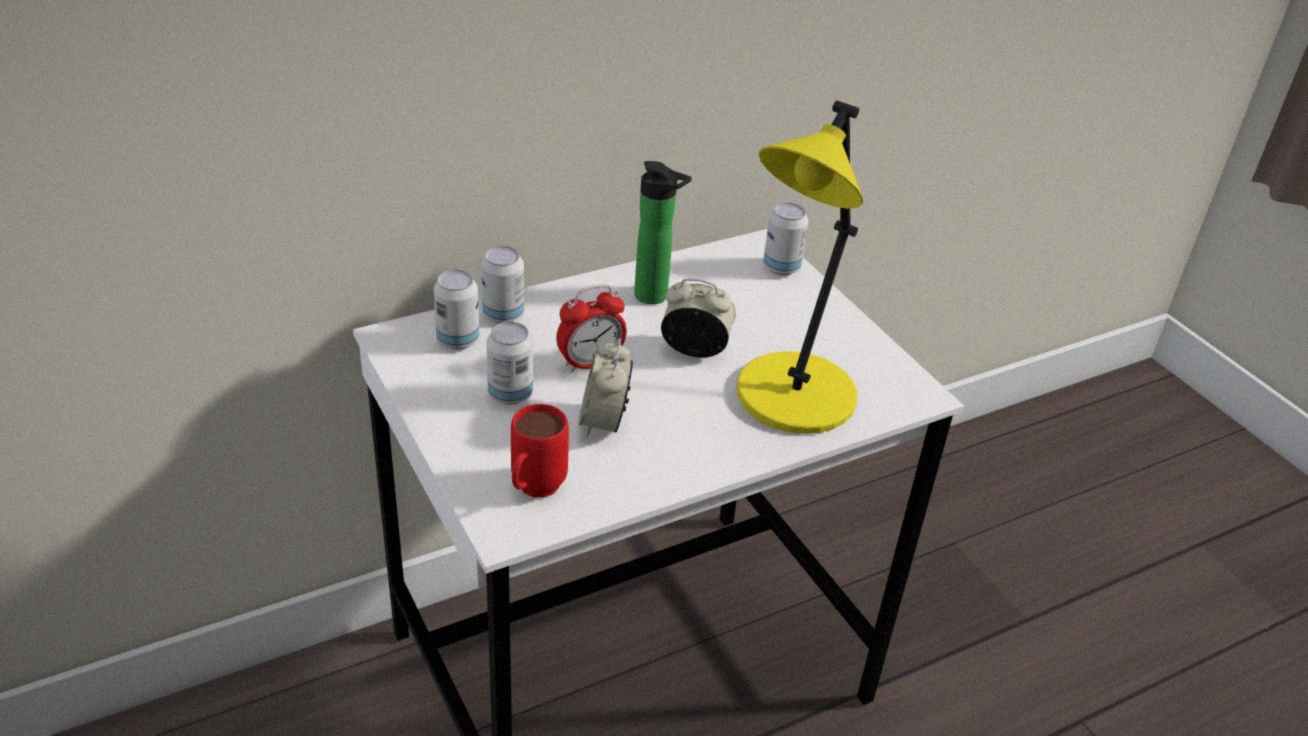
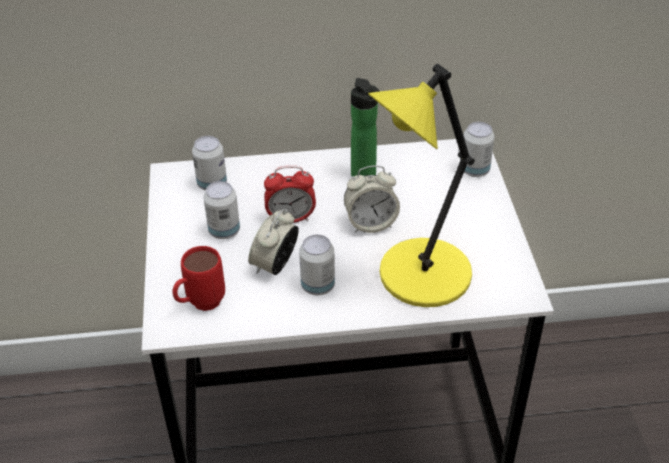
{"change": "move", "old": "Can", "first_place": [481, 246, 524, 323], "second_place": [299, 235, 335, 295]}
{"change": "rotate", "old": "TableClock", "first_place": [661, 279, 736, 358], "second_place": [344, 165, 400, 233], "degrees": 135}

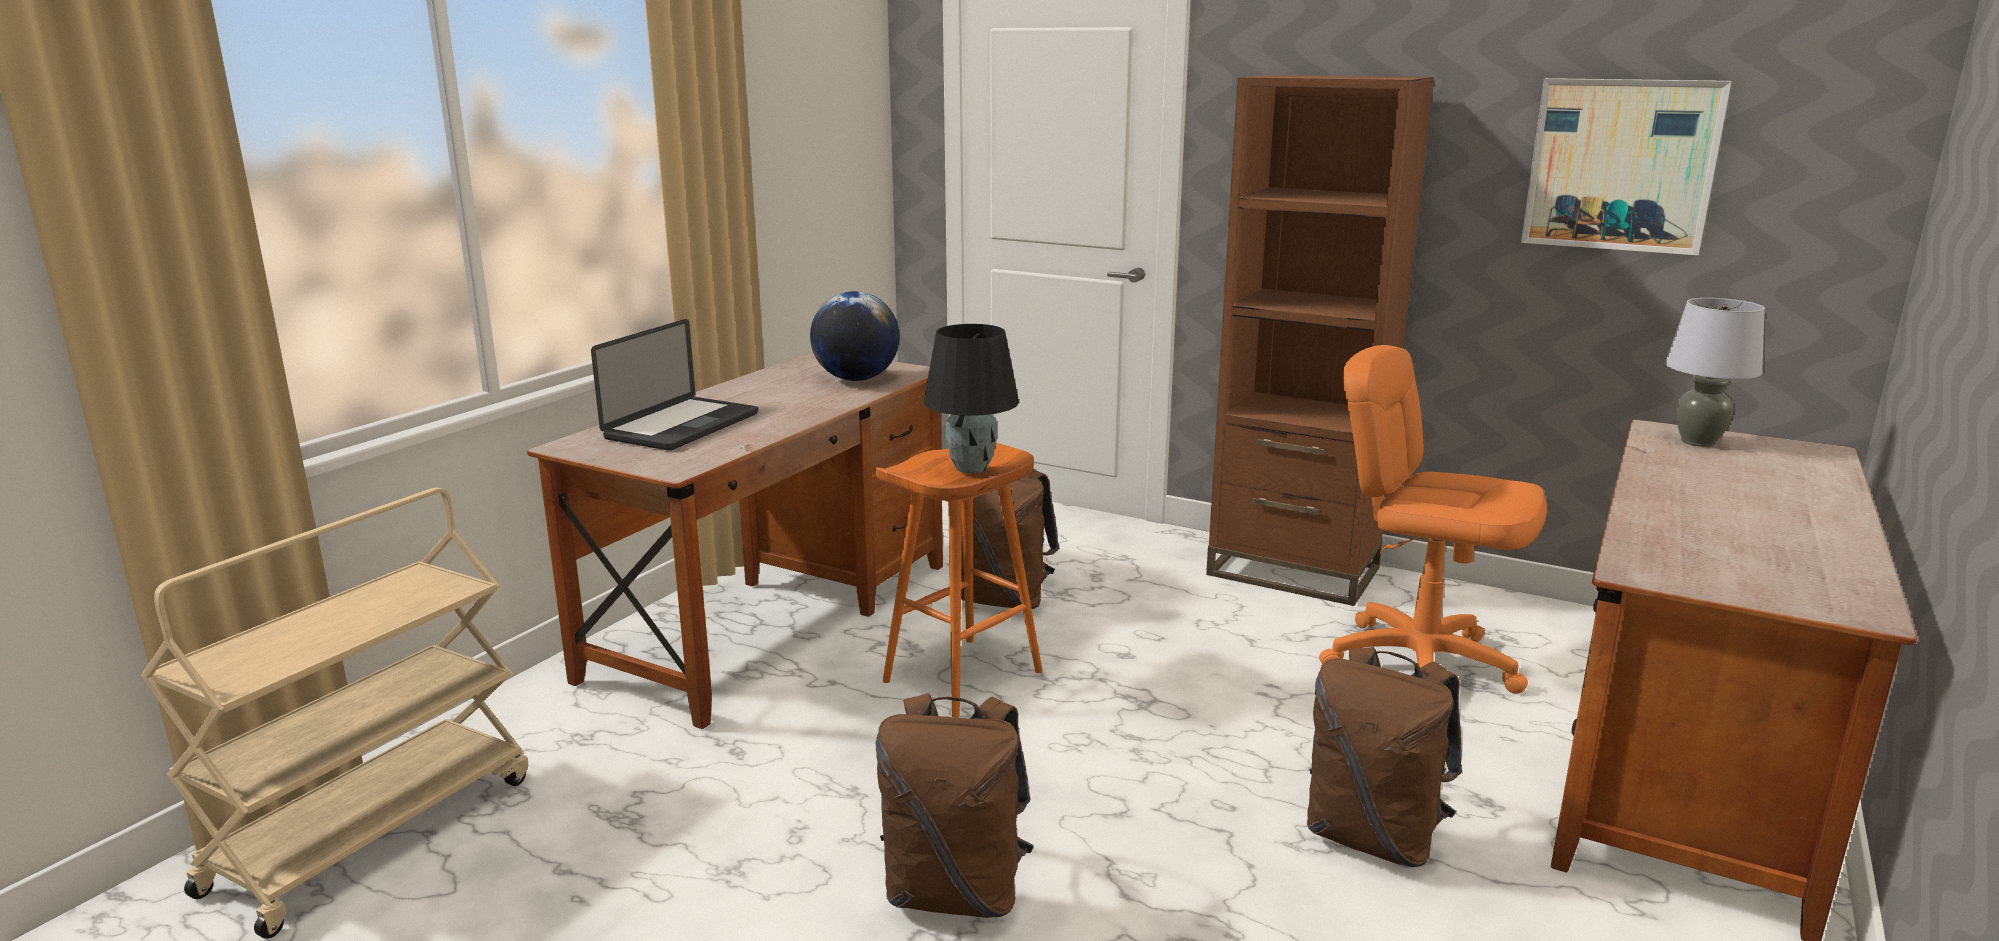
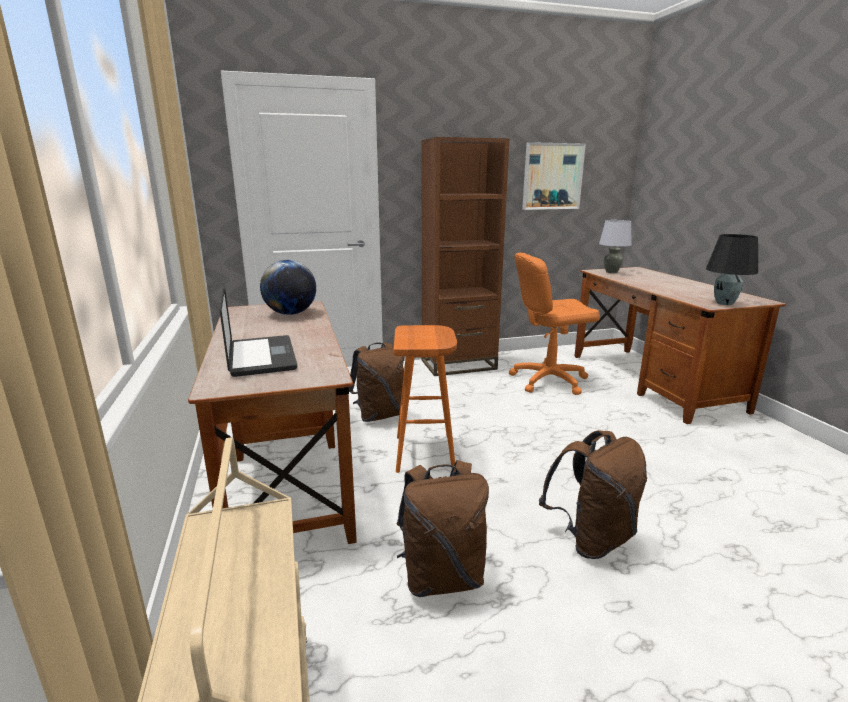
{"change": "move", "old": "BlackColouredTabletopLamp", "first_place": [924, 324, 1019, 474], "second_place": [706, 234, 758, 305]}
{"change": "move", "old": "BrownishRucksack", "first_place": [1307, 647, 1462, 867], "second_place": [397, 460, 489, 597]}

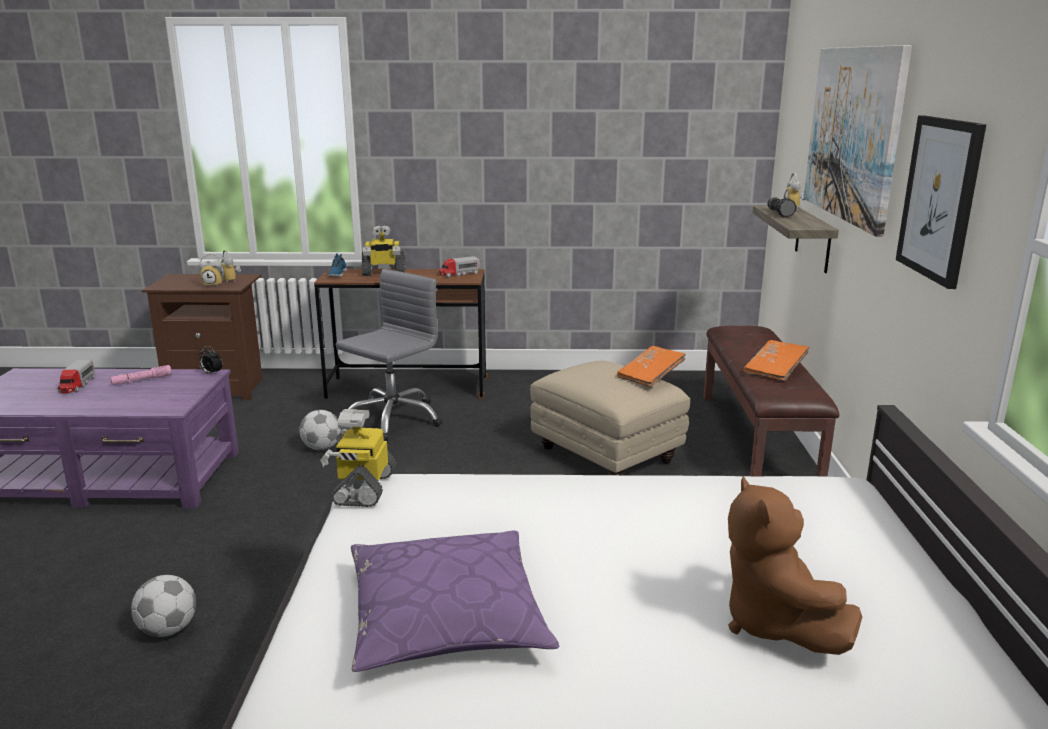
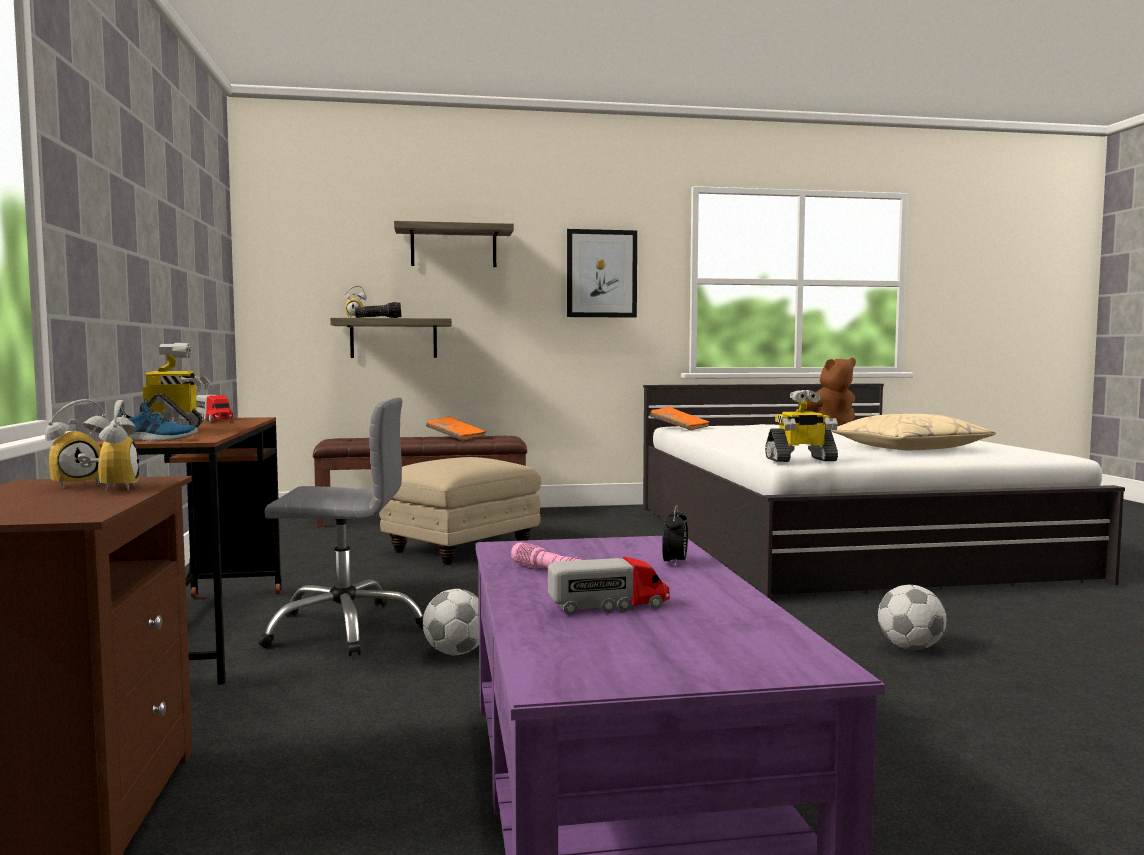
{"change": "replace", "old": "Picture", "new": "WallShelf", "first_place": [804, 45, 912, 236], "second_place": [394, 221, 514, 267]}
{"change": "rotate", "old": "GreyishComputerChair", "first_place": [336, 269, 442, 441], "second_place": [257, 398, 423, 656], "degrees": 150}
{"change": "move", "old": "TableClock", "first_place": [199, 346, 222, 374], "second_place": [662, 505, 688, 567]}
{"change": "move", "old": "OrangeyBook", "first_place": [617, 346, 686, 387], "second_place": [650, 407, 710, 431]}
{"change": "recolor", "old": "PurpleColouredCushion", "new": "BeigeColouredCushion", "first_place": [351, 531, 559, 672], "second_place": [831, 414, 996, 450]}

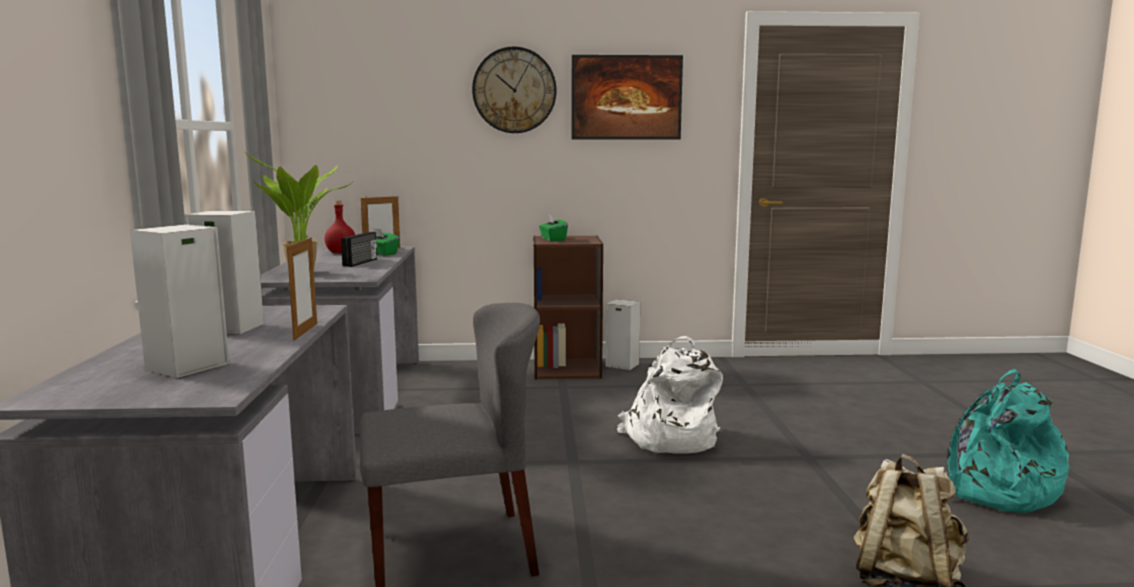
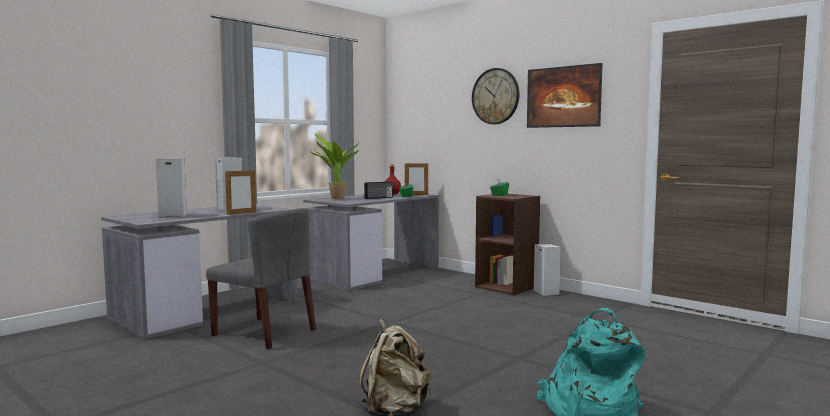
{"change": "delete", "old": "WhiteRucksack", "first_place": [617, 336, 723, 454]}

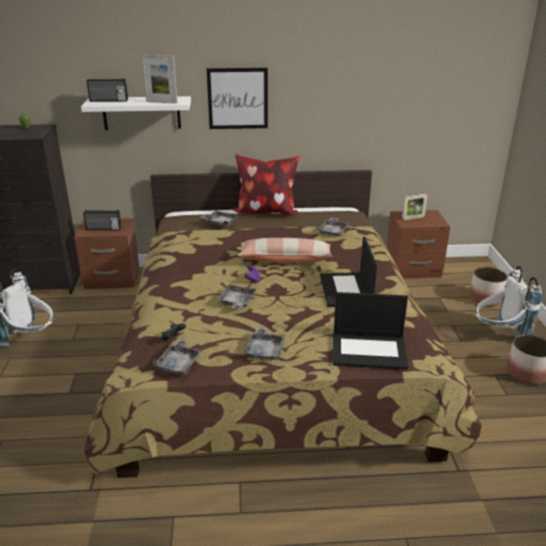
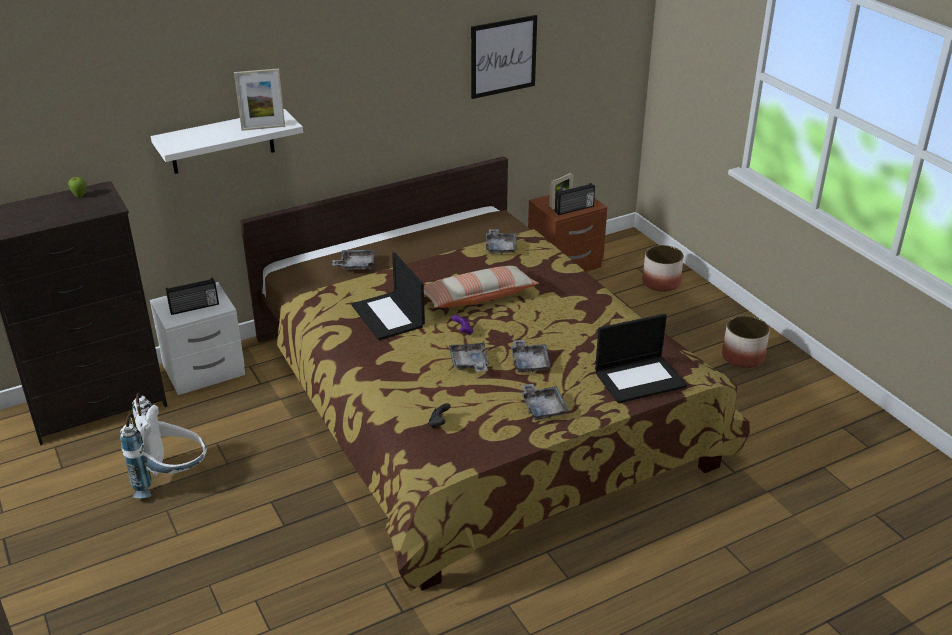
{"change": "move", "old": "Picture", "first_place": [207, 68, 268, 129], "second_place": [471, 15, 537, 99]}
{"change": "move", "old": "Radio", "first_place": [87, 79, 128, 102], "second_place": [555, 183, 595, 215]}
{"change": "delete", "old": "Cushion", "first_place": [233, 154, 300, 214]}
{"change": "recolor", "old": "BrownishNightstand", "new": "WhiteNightstand", "first_place": [74, 218, 140, 289], "second_place": [150, 282, 245, 395]}
{"change": "move", "old": "Laptop", "first_place": [320, 237, 377, 307], "second_place": [352, 252, 425, 340]}
{"change": "delete", "old": "WhiteRucksack", "first_place": [475, 266, 542, 337]}
{"change": "move", "old": "GreyishCarryingTray", "first_place": [153, 339, 203, 375], "second_place": [511, 340, 551, 373]}

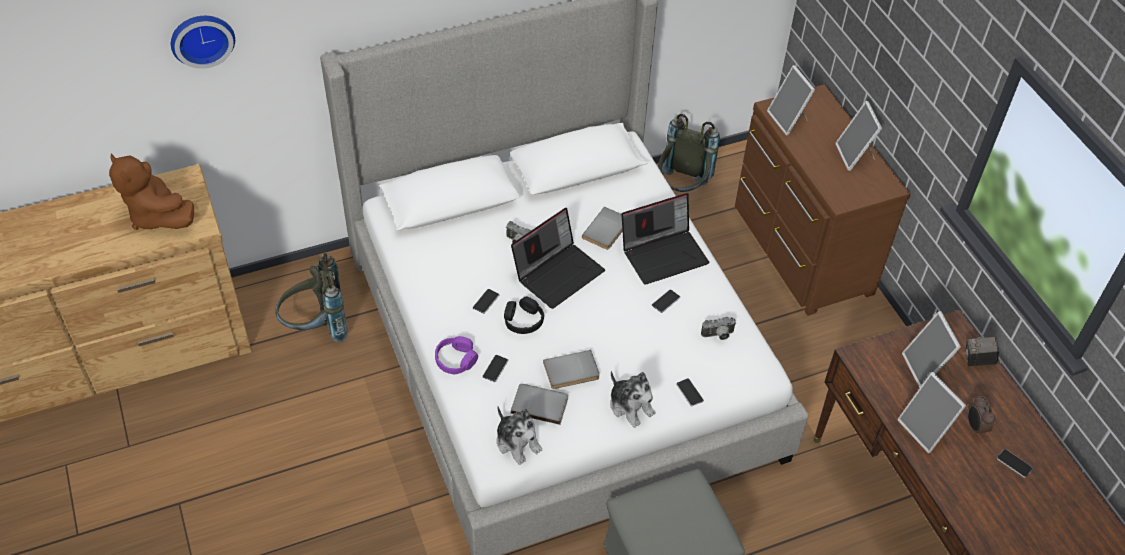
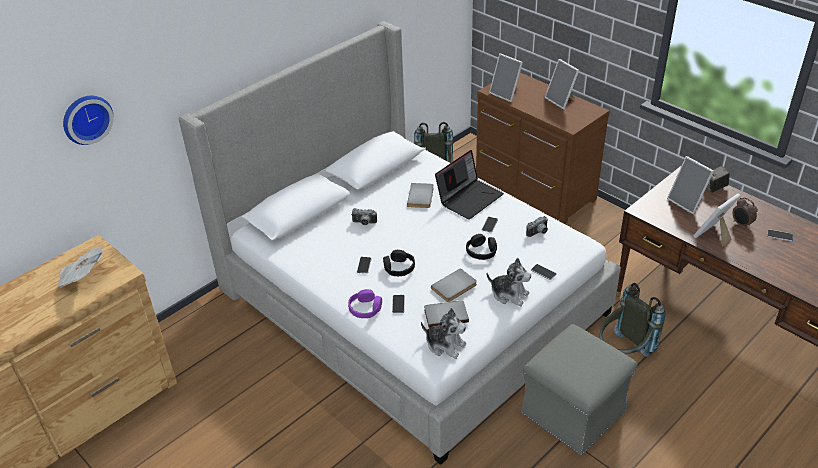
{"change": "replace", "old": "BrownishCuddlyToy", "new": "DailyPaper", "first_place": [109, 154, 194, 230], "second_place": [56, 246, 103, 288]}
{"change": "delete", "old": "Laptop", "first_place": [511, 208, 605, 309]}
{"change": "move", "old": "GreyishRucksack", "first_place": [275, 253, 348, 342], "second_place": [599, 283, 666, 357]}
{"change": "rotate", "old": "StandingFrame", "first_place": [897, 372, 966, 453], "second_place": [693, 194, 740, 246], "degrees": 105}
{"change": "insert", "new": "BlackColouredHeadset", "second_place": [466, 234, 497, 260]}

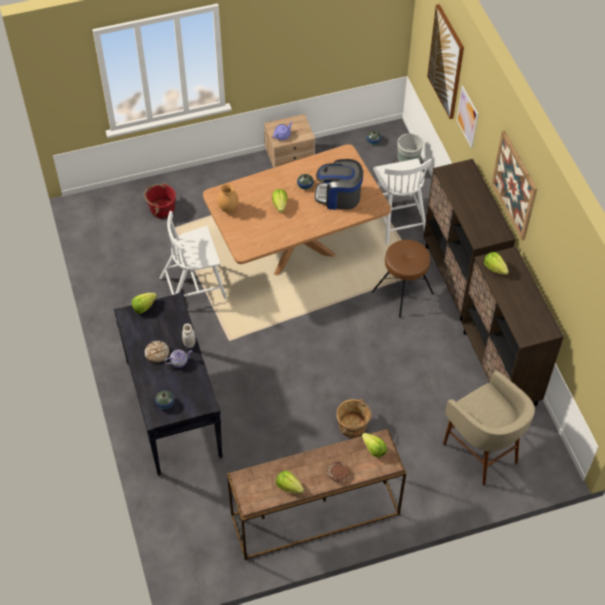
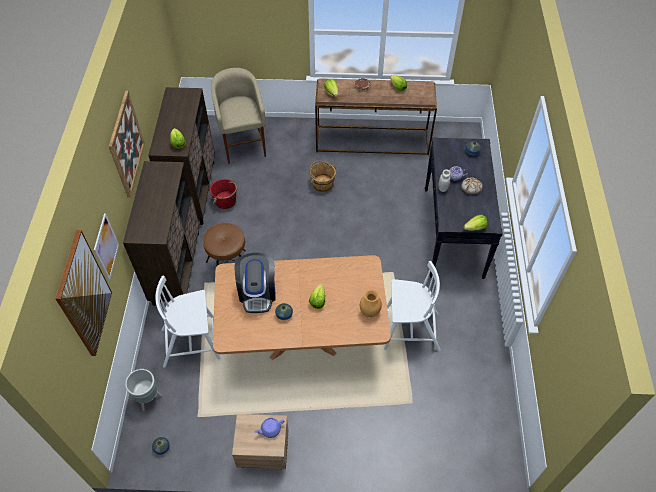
{"change": "rotate", "old": "WhiteUprightChair", "first_place": [373, 158, 432, 244], "second_place": [155, 276, 220, 368], "degrees": -105}
{"change": "rotate", "old": "CoffeeBrewer", "first_place": [315, 159, 363, 210], "second_place": [235, 253, 276, 313], "degrees": 60}
{"change": "move", "old": "ReddishPail", "first_place": [144, 183, 176, 219], "second_place": [210, 179, 237, 209]}

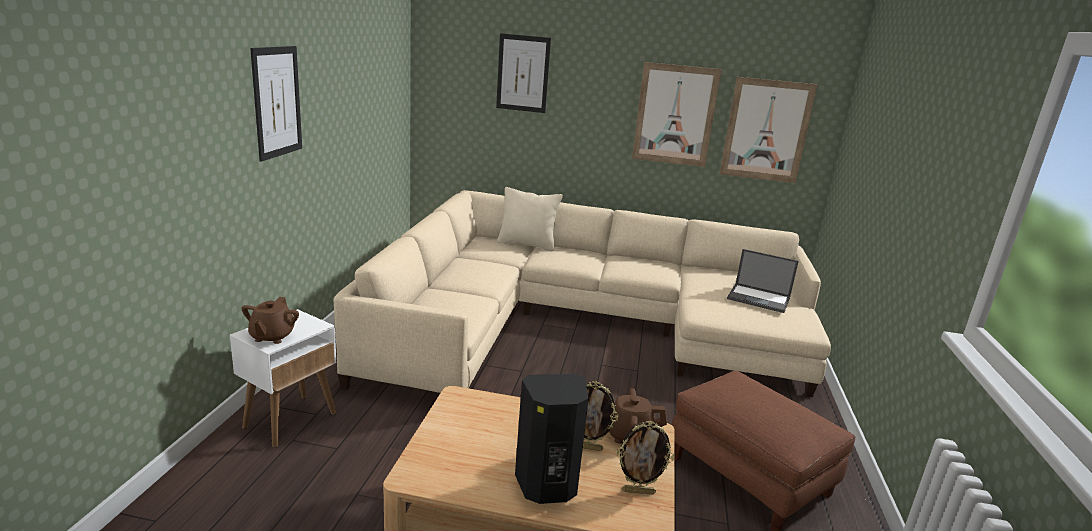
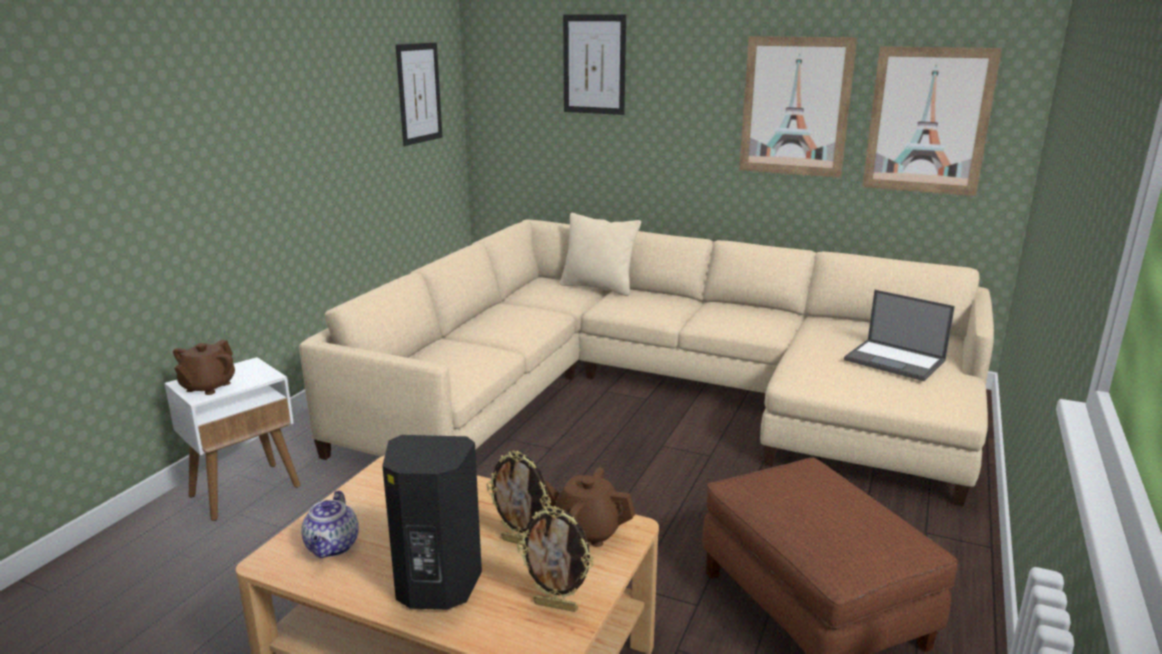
{"change": "move", "old": "Picture", "first_place": [250, 46, 302, 162], "second_place": [396, 43, 442, 146]}
{"change": "insert", "new": "TeaPot", "second_place": [301, 491, 359, 558]}

